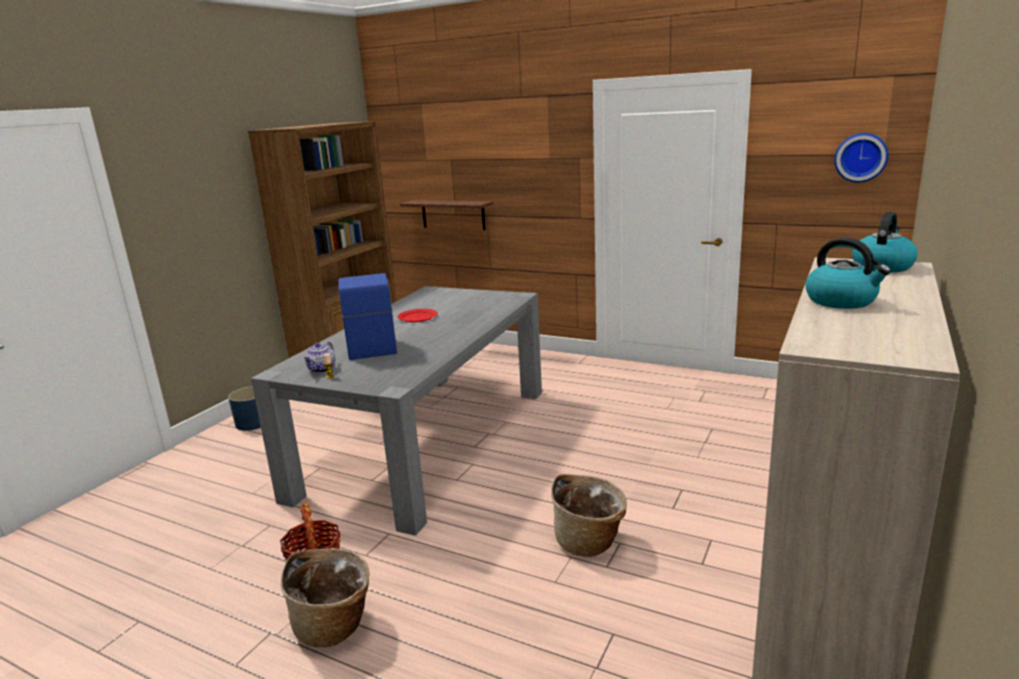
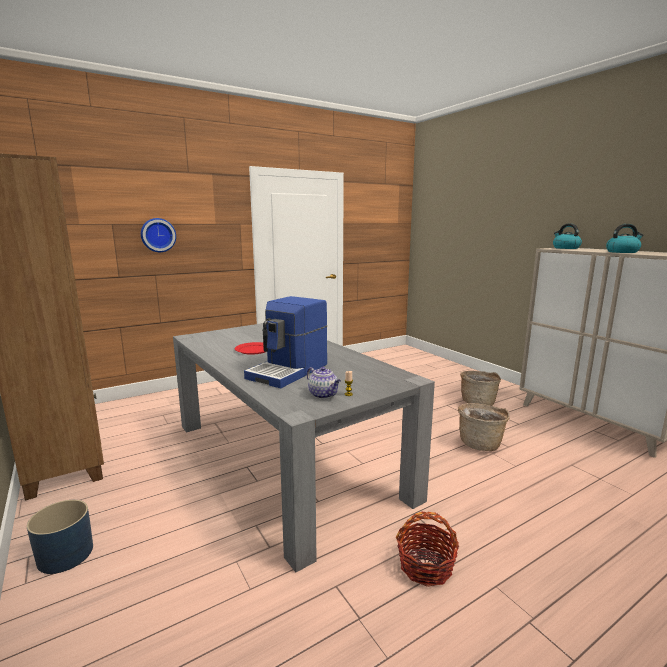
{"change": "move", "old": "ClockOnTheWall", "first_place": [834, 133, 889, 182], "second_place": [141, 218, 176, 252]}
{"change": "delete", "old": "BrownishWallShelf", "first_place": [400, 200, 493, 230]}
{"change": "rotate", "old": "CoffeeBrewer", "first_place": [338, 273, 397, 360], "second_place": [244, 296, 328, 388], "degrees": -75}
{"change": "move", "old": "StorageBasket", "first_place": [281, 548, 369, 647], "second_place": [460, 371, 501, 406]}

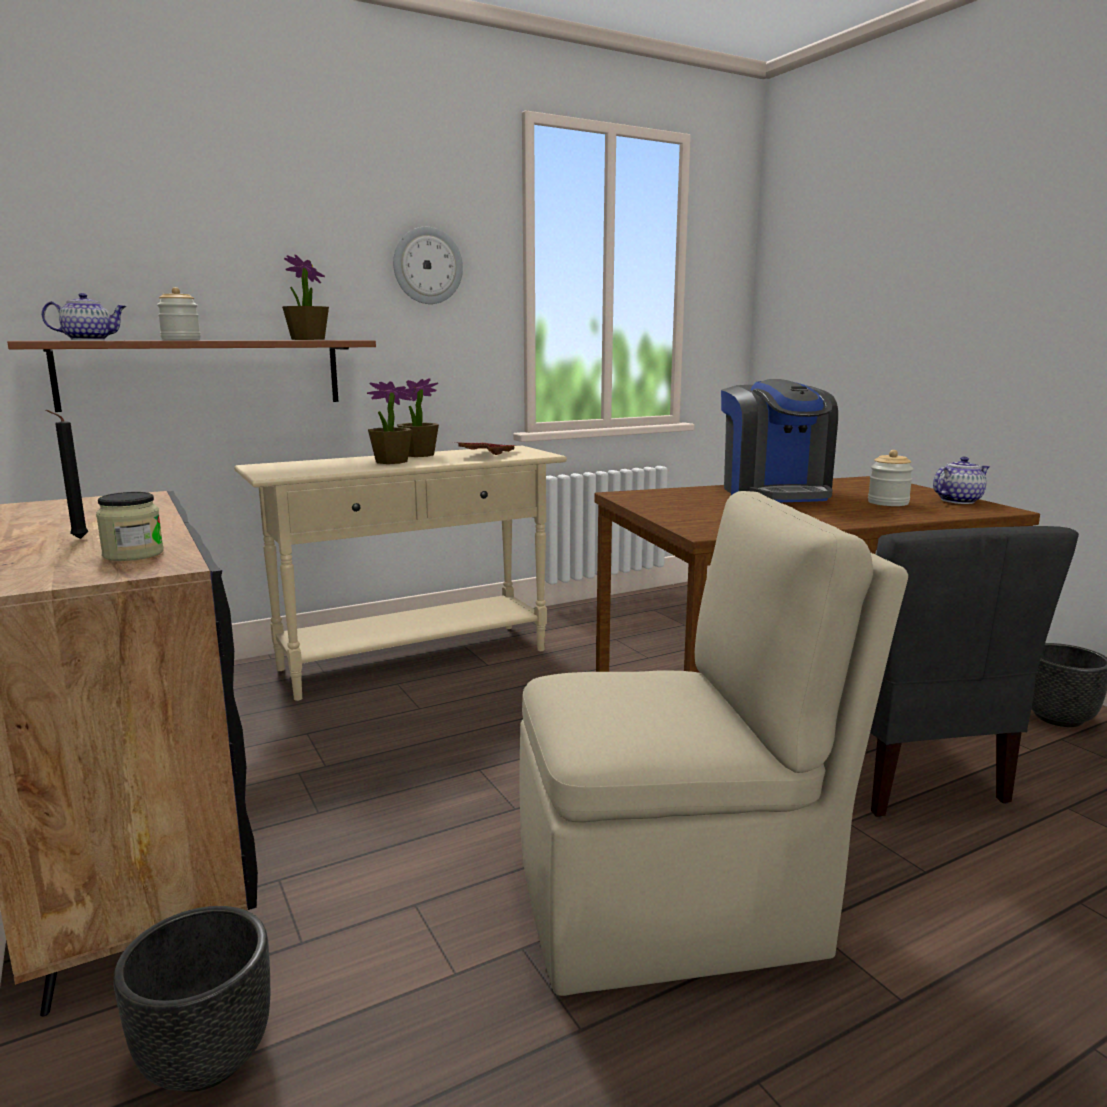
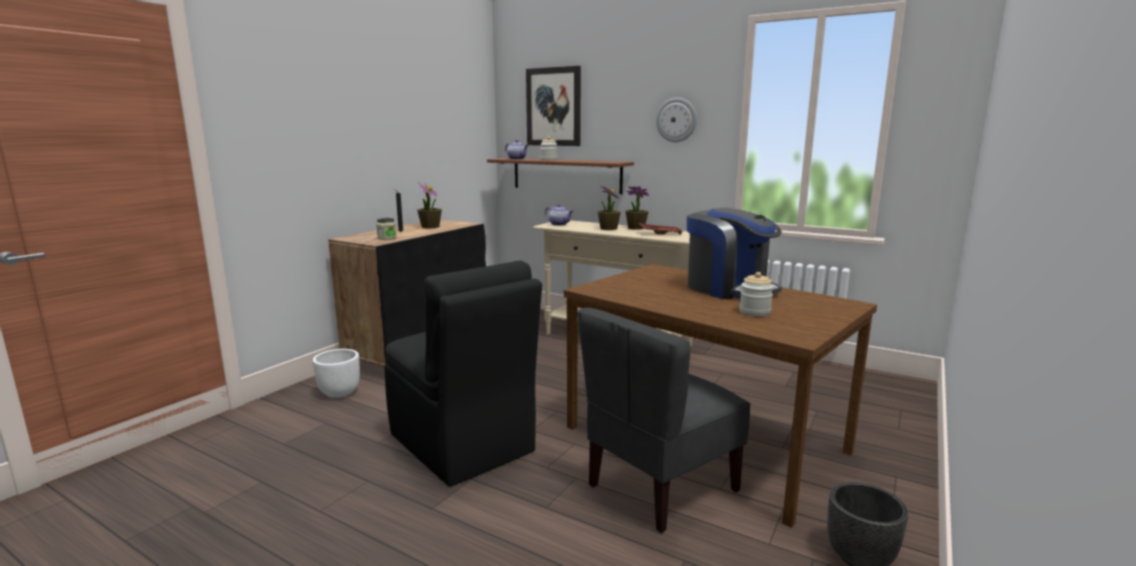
{"change": "move", "old": "Houseplant", "first_place": [282, 254, 329, 340], "second_place": [417, 183, 442, 229]}
{"change": "rotate", "old": "CoffeeBrewer", "first_place": [721, 379, 838, 502], "second_place": [687, 207, 782, 299], "degrees": -90}
{"change": "move", "old": "TeaPot", "first_place": [933, 457, 990, 504], "second_place": [545, 204, 573, 226]}
{"change": "recolor", "old": "BeigeColouredUprightChair", "new": "BlackColouredUprightChair", "first_place": [519, 491, 908, 996], "second_place": [384, 261, 542, 486]}
{"change": "recolor", "old": "BlackColouredPlantPot", "new": "WhitePlantPot", "first_place": [113, 906, 270, 1092], "second_place": [313, 349, 360, 398]}
{"change": "insert", "new": "Picture", "second_place": [526, 66, 581, 146]}

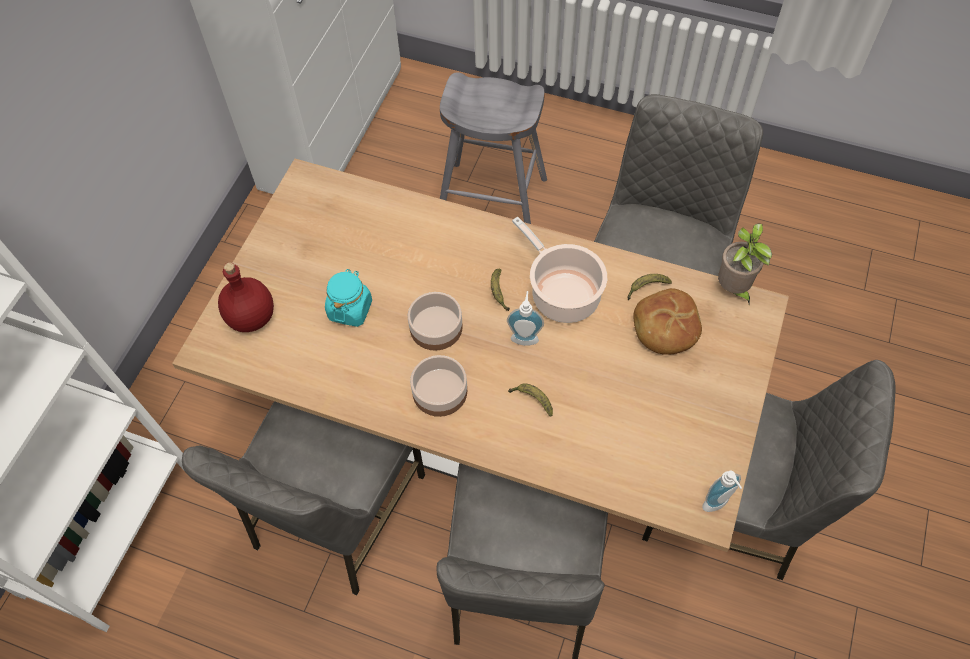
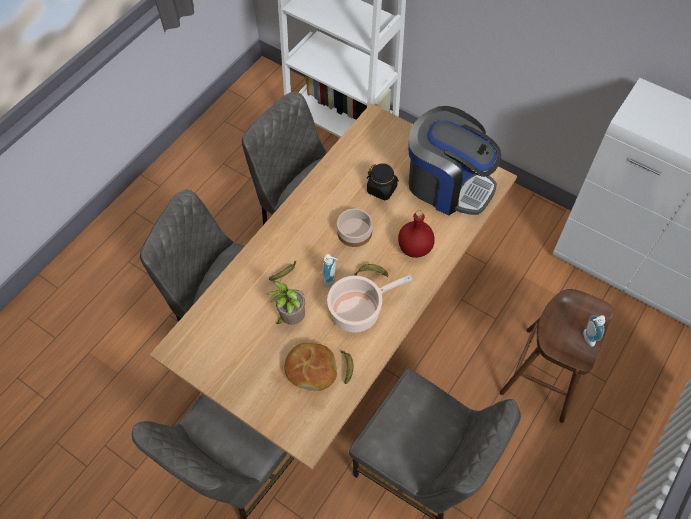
{"change": "recolor", "old": "GreyishStoolSeat", "new": "BrownishStoolSeat", "first_place": [440, 72, 547, 224], "second_place": [500, 289, 613, 423]}
{"change": "move", "old": "Houseplant", "first_place": [718, 224, 772, 304], "second_place": [267, 281, 305, 325]}
{"change": "move", "old": "ReddishBottle", "first_place": [218, 262, 274, 332], "second_place": [398, 211, 434, 258]}
{"change": "recolor", "old": "TurquoiseColouredJar", "new": "BlackColouredJar", "first_place": [325, 269, 372, 327], "second_place": [367, 163, 399, 200]}
{"change": "delete", "old": "ServingBowl", "first_place": [410, 355, 467, 417]}
{"change": "move", "old": "LiquidSoapBottle", "first_place": [702, 471, 742, 512], "second_place": [583, 315, 605, 346]}
{"change": "insert", "new": "CoffeeBrewer", "second_place": [408, 106, 501, 216]}

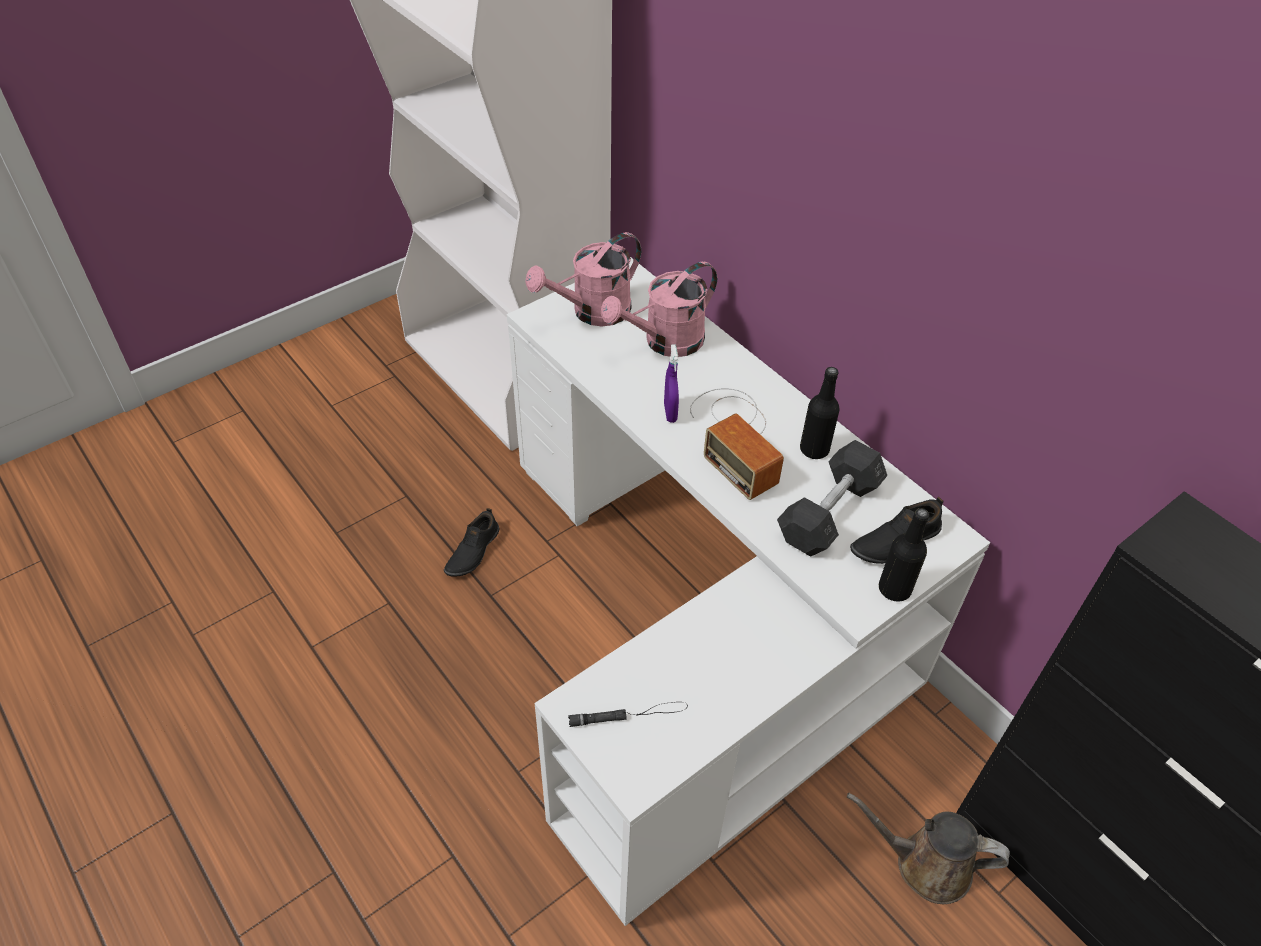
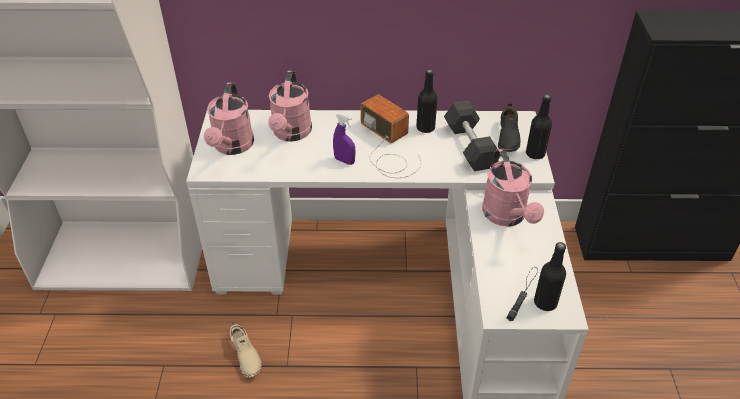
{"change": "rotate", "old": "Radio", "first_place": [690, 388, 784, 500], "second_place": [361, 94, 422, 178], "degrees": -135}
{"change": "recolor", "old": "BlackColouredItemOfFootwear", "new": "BeigeColouredItemOfFootwear", "first_place": [444, 508, 499, 576], "second_place": [230, 322, 262, 378]}
{"change": "delete", "old": "BrownishWateringPot", "first_place": [847, 792, 1010, 904]}
{"change": "insert", "new": "PinkishWateringPot", "second_place": [482, 149, 544, 227]}
{"change": "insert", "new": "BlackColouredBottle", "second_place": [534, 242, 566, 311]}

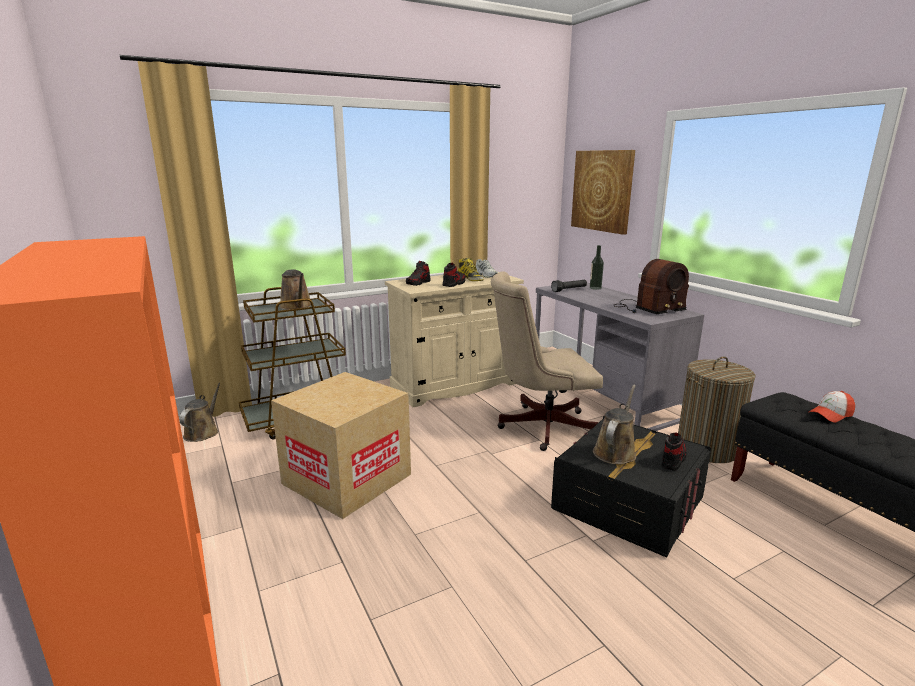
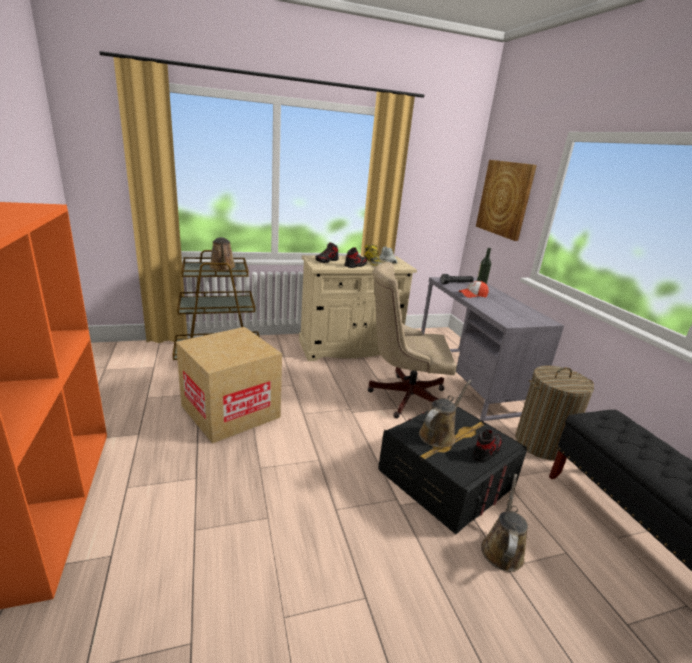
{"change": "delete", "old": "Radio", "first_place": [613, 259, 689, 314]}
{"change": "move", "old": "BrownishWateringPot", "first_place": [179, 383, 220, 442], "second_place": [481, 474, 528, 572]}
{"change": "move", "old": "Cap", "first_place": [808, 391, 855, 423], "second_place": [459, 281, 489, 298]}

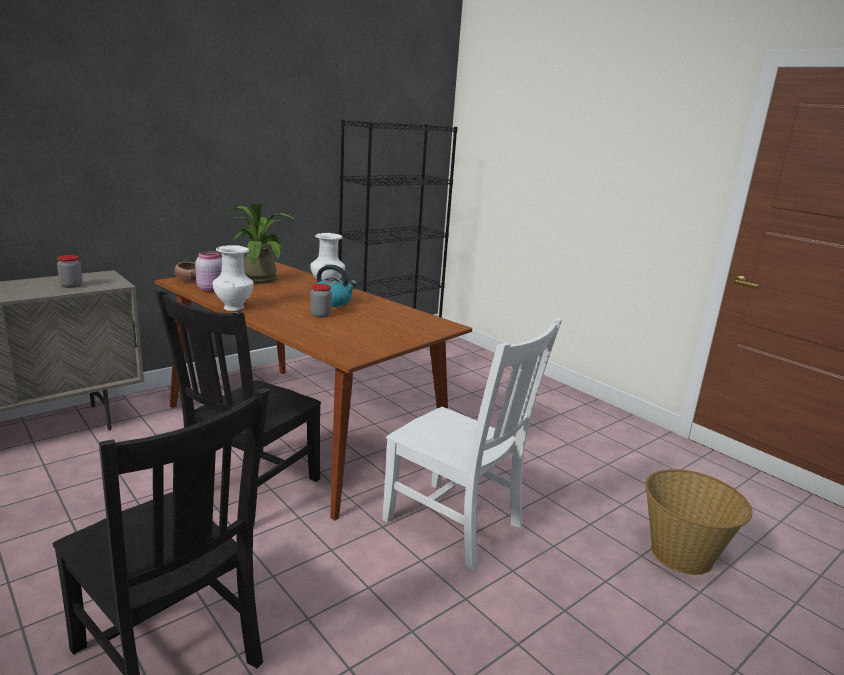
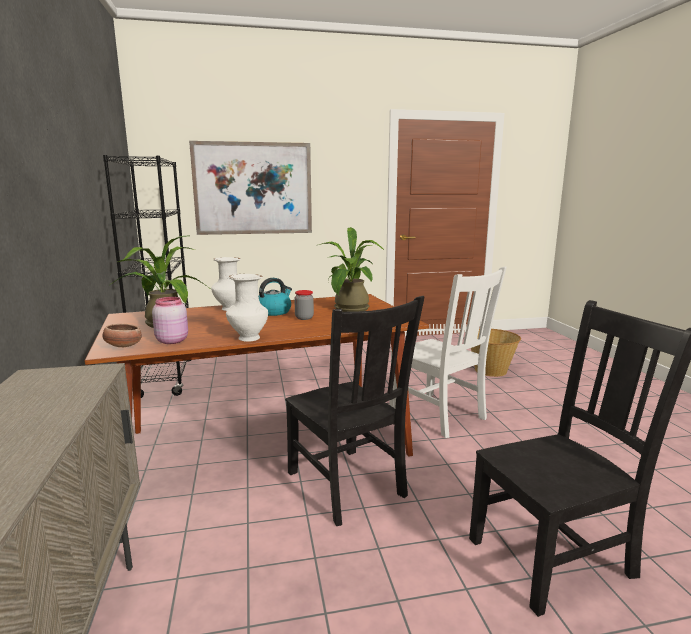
{"change": "delete", "old": "Jar", "first_place": [57, 255, 83, 288]}
{"change": "rotate", "old": "WhiteUprightChair", "first_place": [382, 318, 562, 571], "second_place": [389, 266, 507, 438], "degrees": 75}
{"change": "insert", "new": "Picture", "second_place": [189, 141, 312, 235]}
{"change": "insert", "new": "Houseplant", "second_place": [316, 227, 385, 312]}

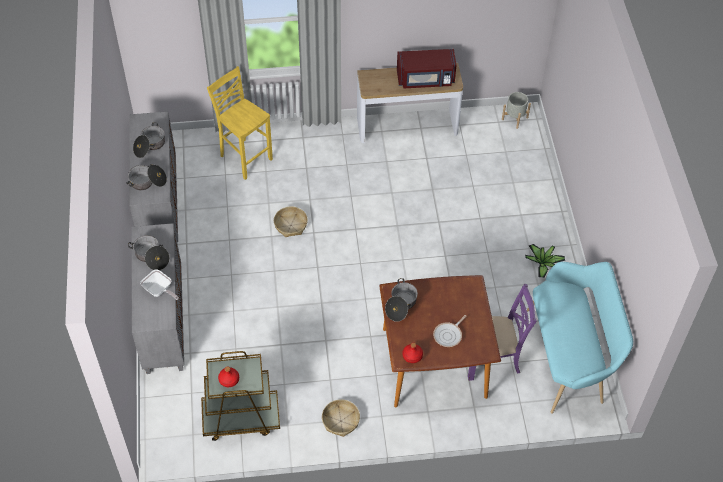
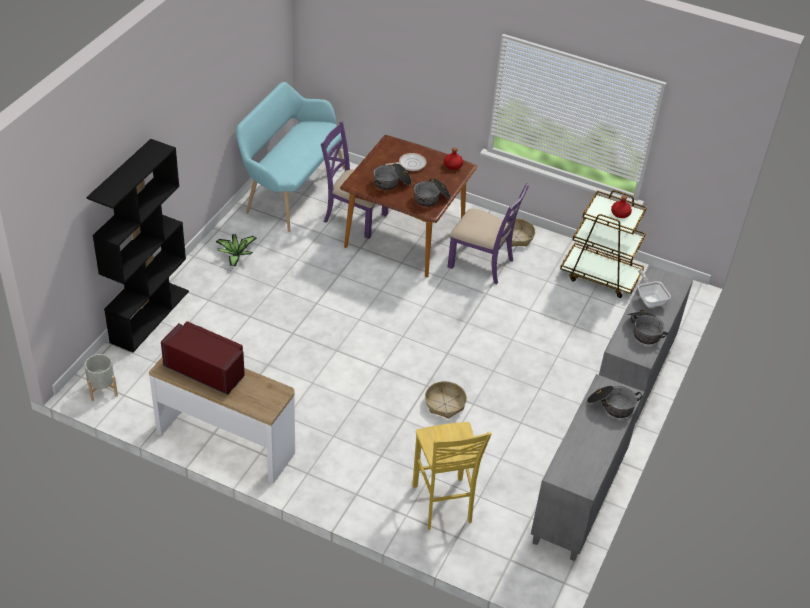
{"change": "move", "old": "Saucepot", "first_place": [133, 122, 165, 158], "second_place": [374, 163, 412, 190]}
{"change": "insert", "new": "BlackColouredShelvingUnit", "second_place": [87, 139, 189, 353]}
{"change": "insert", "new": "PurpleColouredUprightChair", "second_place": [448, 183, 529, 284]}

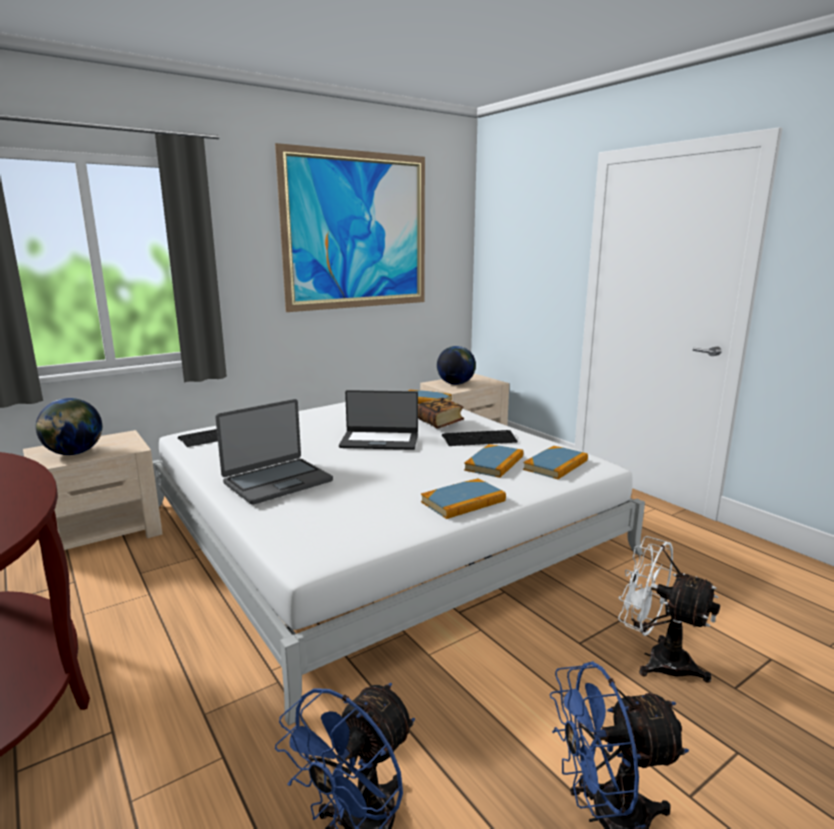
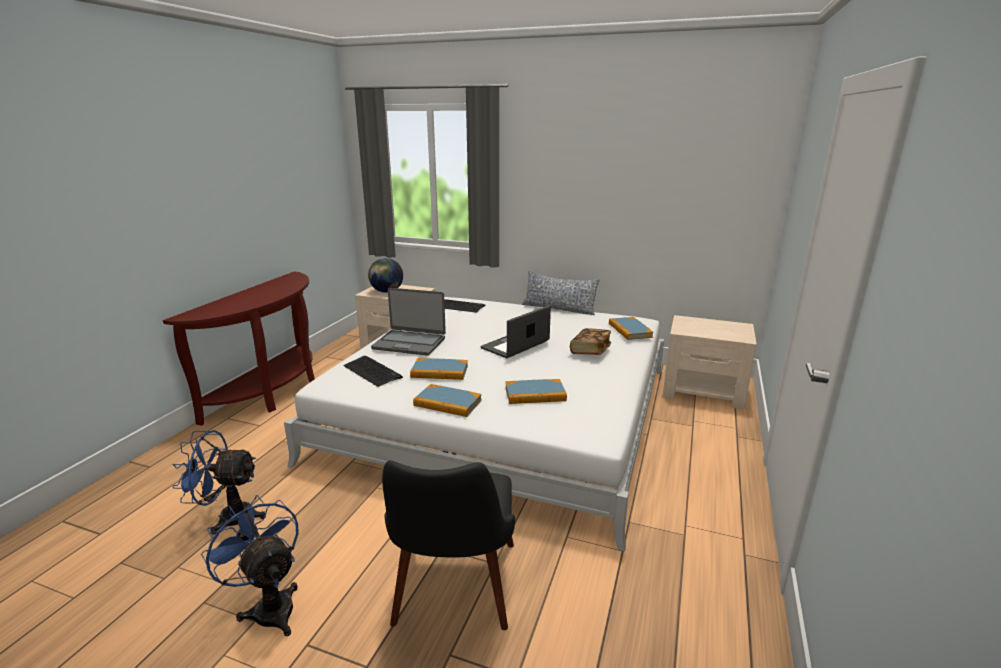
{"change": "delete", "old": "Picture", "first_place": [275, 143, 425, 312]}
{"change": "delete", "old": "DeskGlobe", "first_place": [437, 346, 476, 385]}
{"change": "rotate", "old": "Laptop", "first_place": [339, 390, 418, 450], "second_place": [480, 305, 551, 358], "degrees": 75}
{"change": "move", "old": "PcKeyboard", "first_place": [442, 430, 518, 446], "second_place": [343, 356, 403, 387]}
{"change": "move", "old": "Book", "first_place": [523, 446, 588, 479], "second_place": [410, 358, 468, 380]}
{"change": "replace", "old": "WhiteElectricFan", "new": "BlackColouredUprightChair", "first_place": [618, 536, 720, 683], "second_place": [382, 460, 515, 630]}
{"change": "insert", "new": "Cushion", "second_place": [522, 271, 600, 315]}

